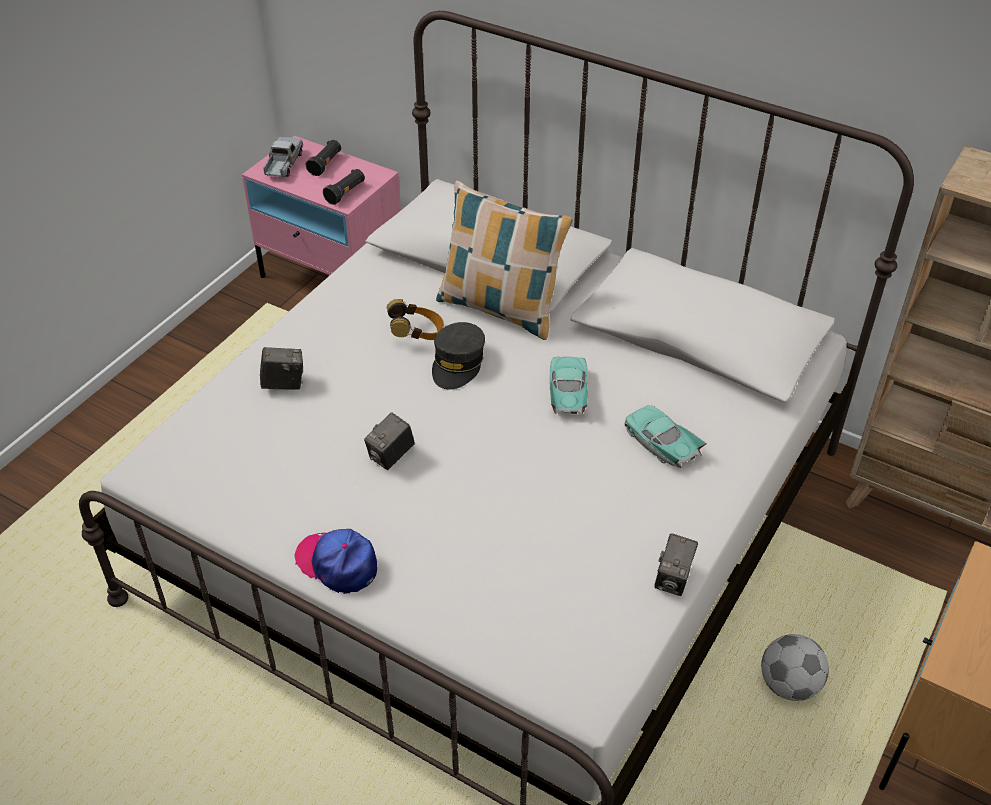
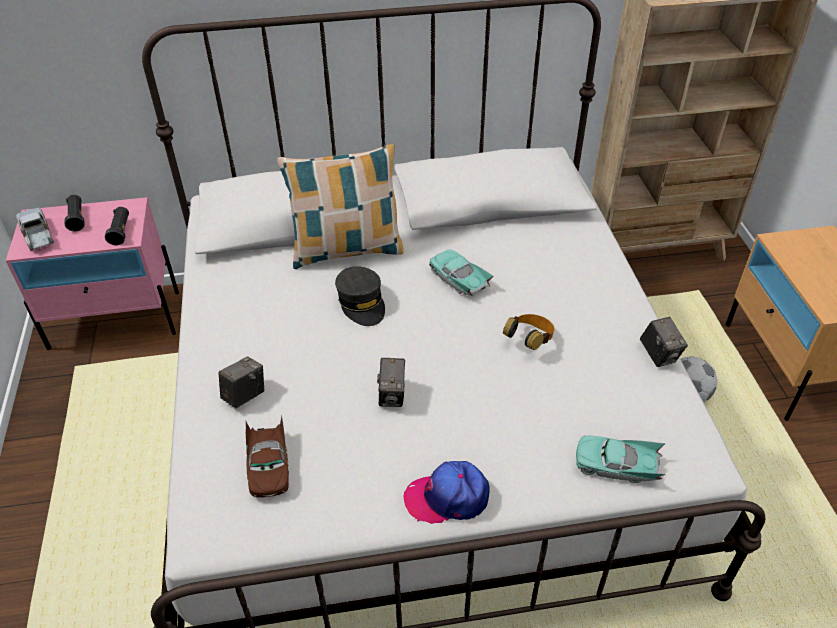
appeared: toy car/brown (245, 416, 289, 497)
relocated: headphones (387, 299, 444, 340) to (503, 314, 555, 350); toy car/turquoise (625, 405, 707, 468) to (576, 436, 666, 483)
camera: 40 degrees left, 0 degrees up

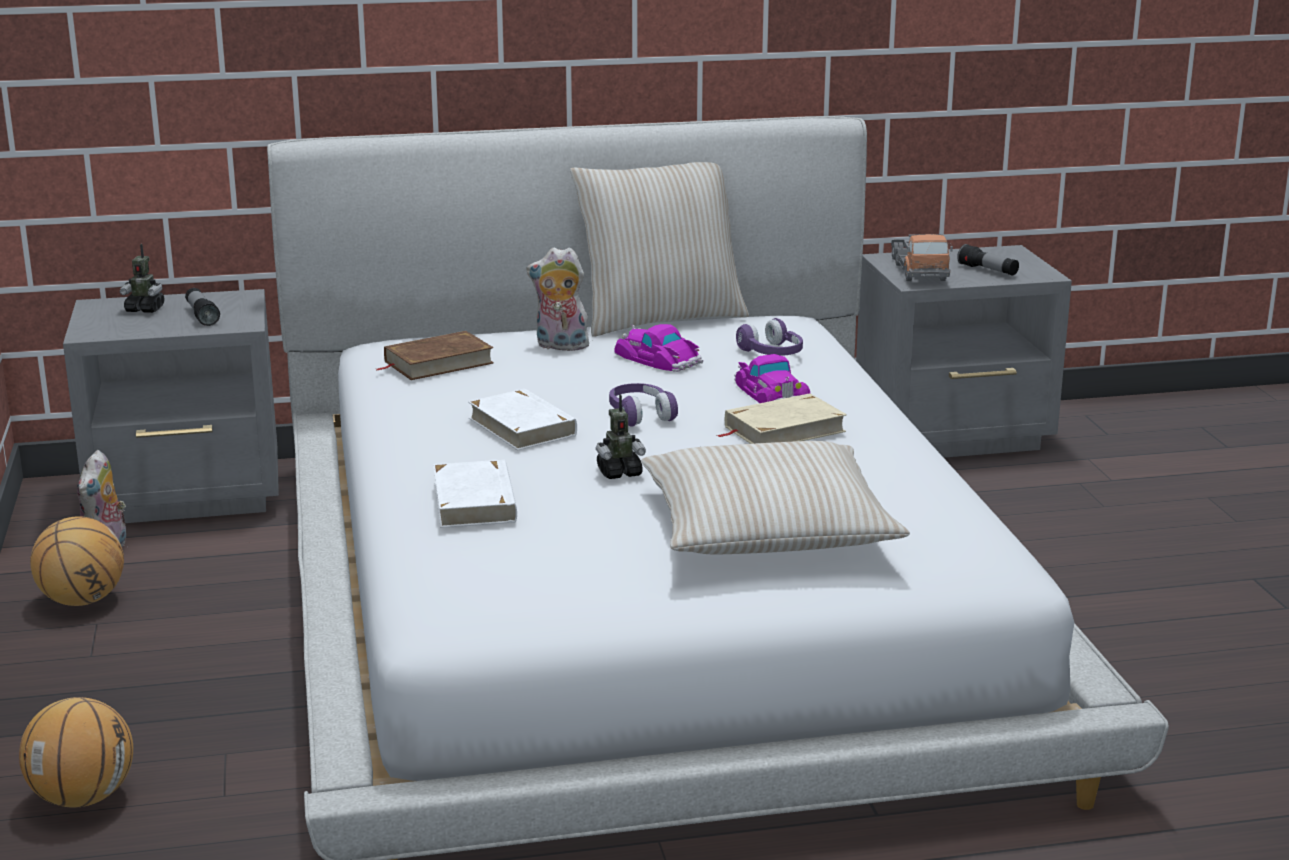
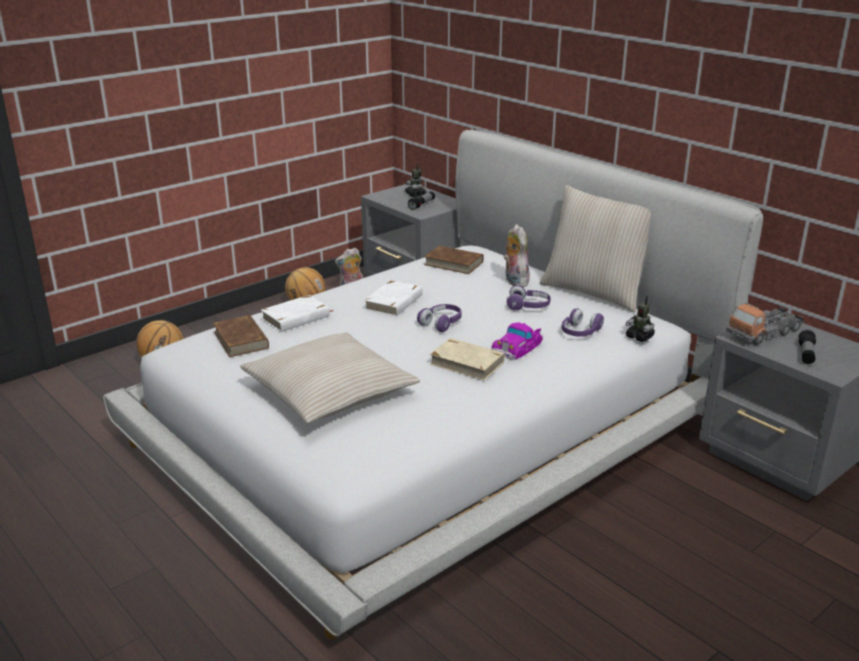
appeared: book/brown (213, 315, 269, 357)
relocated: toy robot (596, 394, 646, 479) to (626, 296, 655, 342)
exchanged: toy car (614, 324, 703, 372) to headphones/purple (507, 285, 550, 311)
camera: 60 degrees right, 5 degrees up

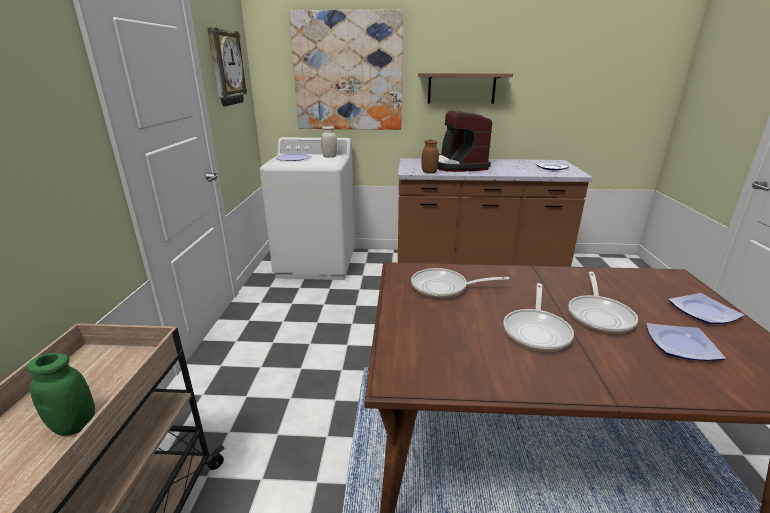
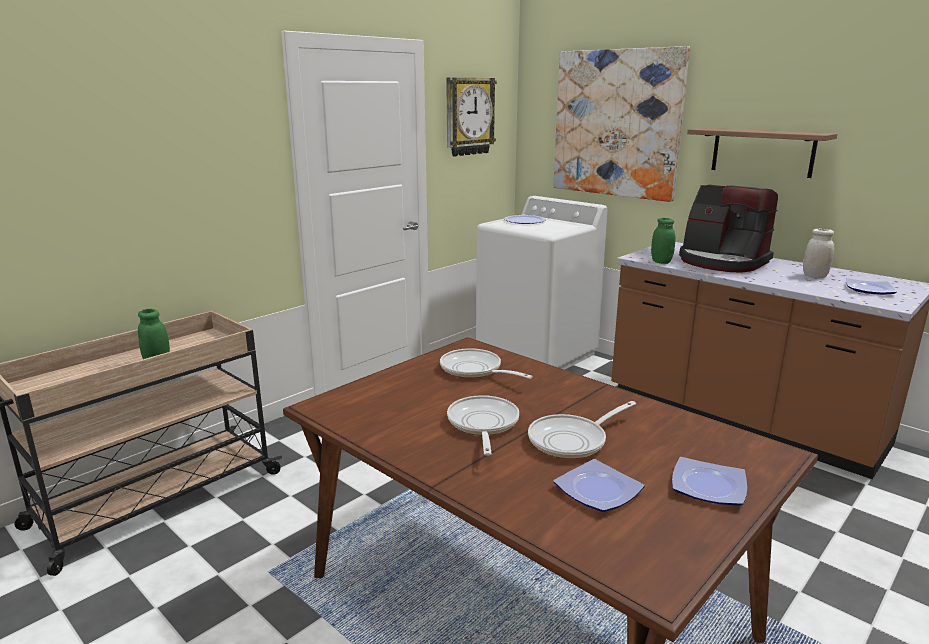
relocated: jar/white (321, 126, 337, 157) to (803, 229, 834, 278)
colour: jar/brown (422, 140, 439, 173) to jar/green (651, 218, 676, 264)
spun: coffee machine (437, 111, 492, 172) = (679, 185, 778, 273) 75 degrees counterclockwise; frying pan (503, 283, 574, 352) = (447, 395, 519, 456) 120 degrees clockwise
camera: 40 degrees right, 5 degrees down

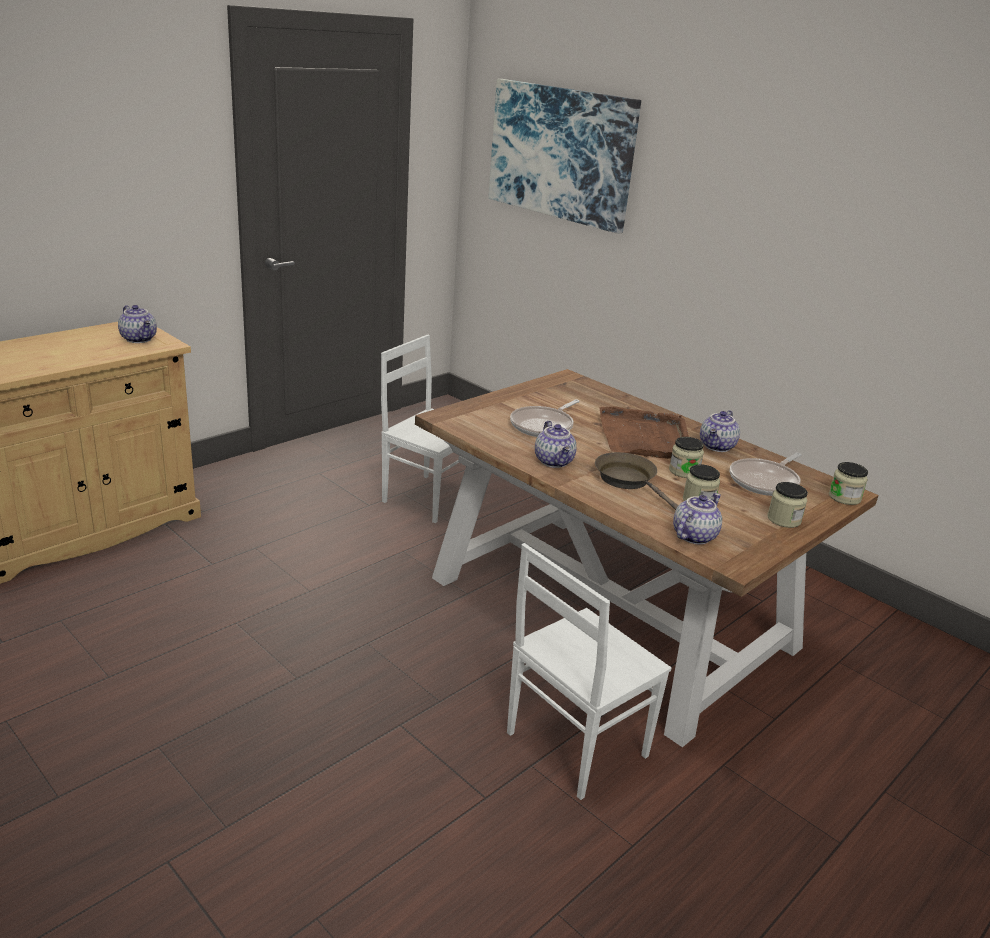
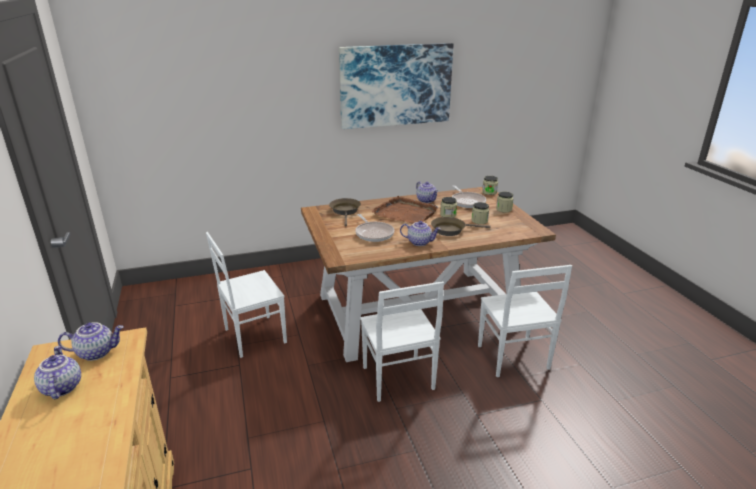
appeared: frying pan/brown (329, 198, 361, 226); chair/white (360, 281, 444, 402)
relocated: picture (488, 79, 641, 234) to (339, 43, 454, 129); teapot (673, 493, 722, 545) to (34, 346, 81, 399)
camera: 60 degrees left, 0 degrees up

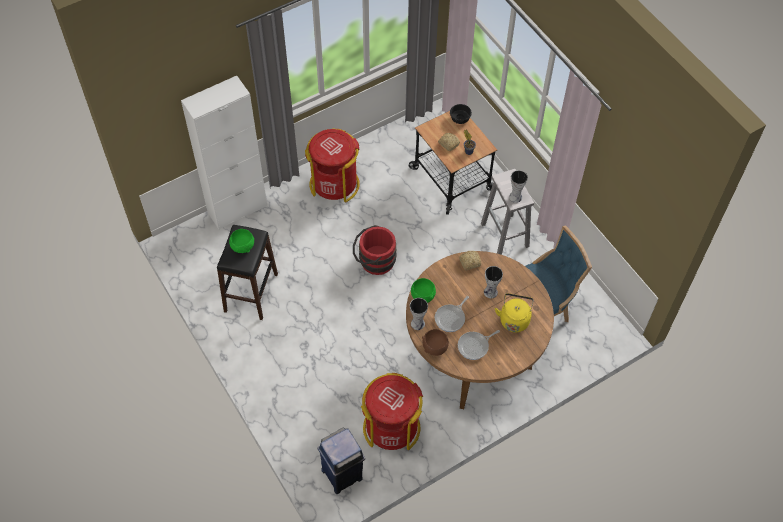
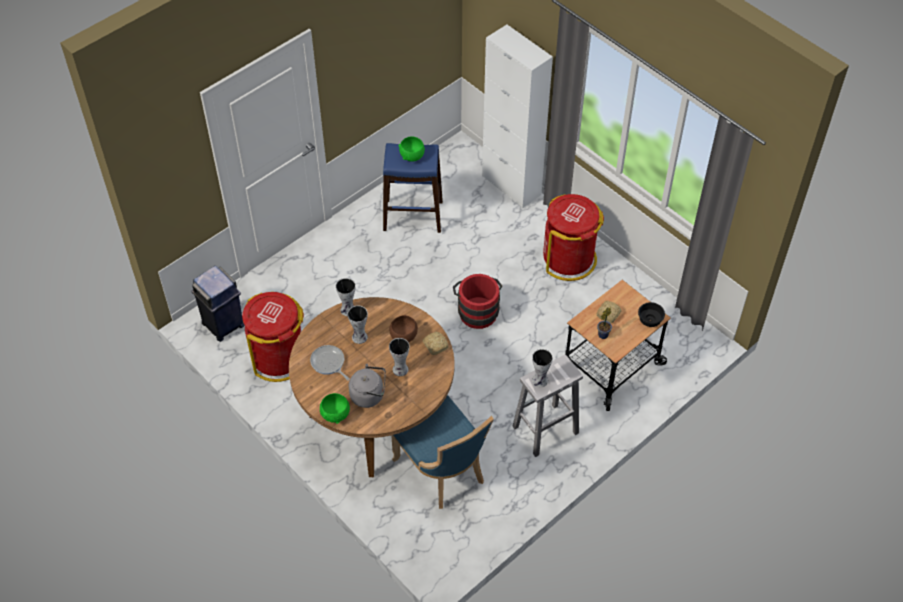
relocated: bowl/green (411, 278, 436, 303) to (320, 393, 350, 424); bowl/brown (422, 329, 449, 356) to (389, 315, 418, 342)
exchanged: frying pan (435, 296, 469, 332) to vase (347, 305, 368, 344)
colour: stool/black (217, 225, 278, 320) to stool/blue (383, 143, 443, 233); kettle/yellow (495, 293, 534, 332) to kettle/grey (349, 364, 386, 408)
camera: 80 degrees right, 5 degrees down

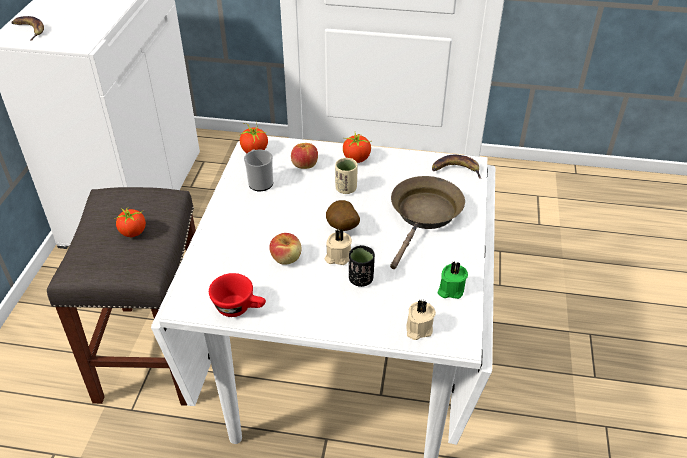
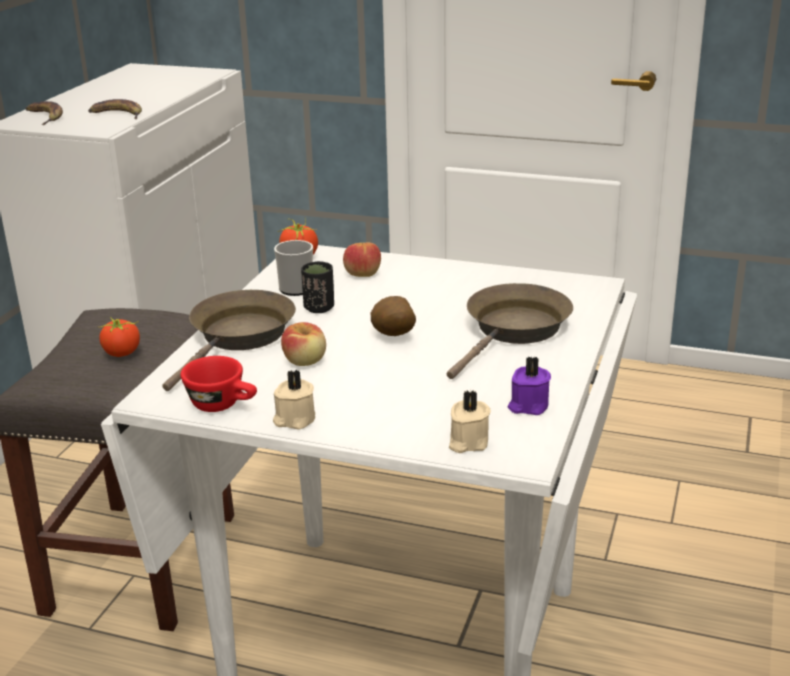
missing: cup/beige (335, 158, 357, 194); tomato (343, 133, 371, 163)
appeared: frying pan/brown (162, 290, 296, 391)
relocated: candle/beige (325, 228, 352, 265) to (273, 370, 315, 430); cup/black (349, 245, 375, 287) to (301, 261, 334, 313); banana (432, 155, 482, 179) to (88, 99, 142, 119)
colour: candle/green (437, 261, 468, 299) to candle/purple (508, 357, 551, 415)
camera: 10 degrees right, 15 degrees down

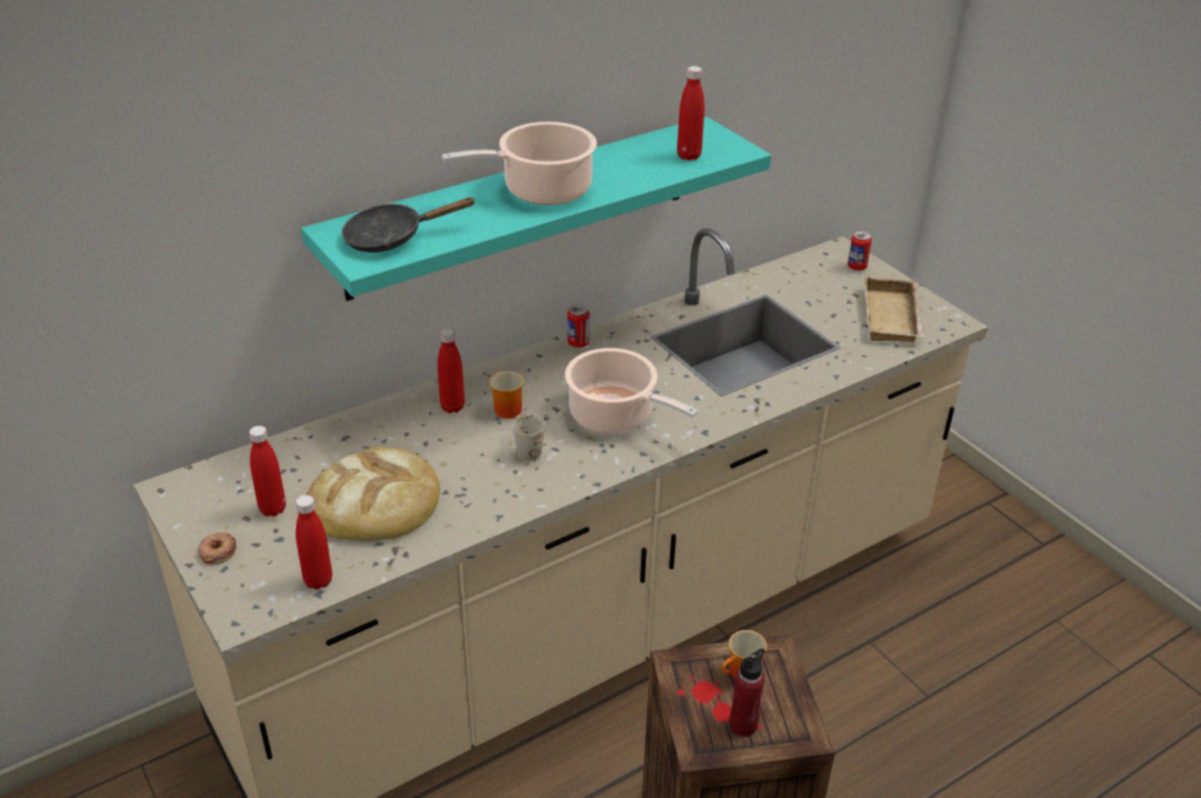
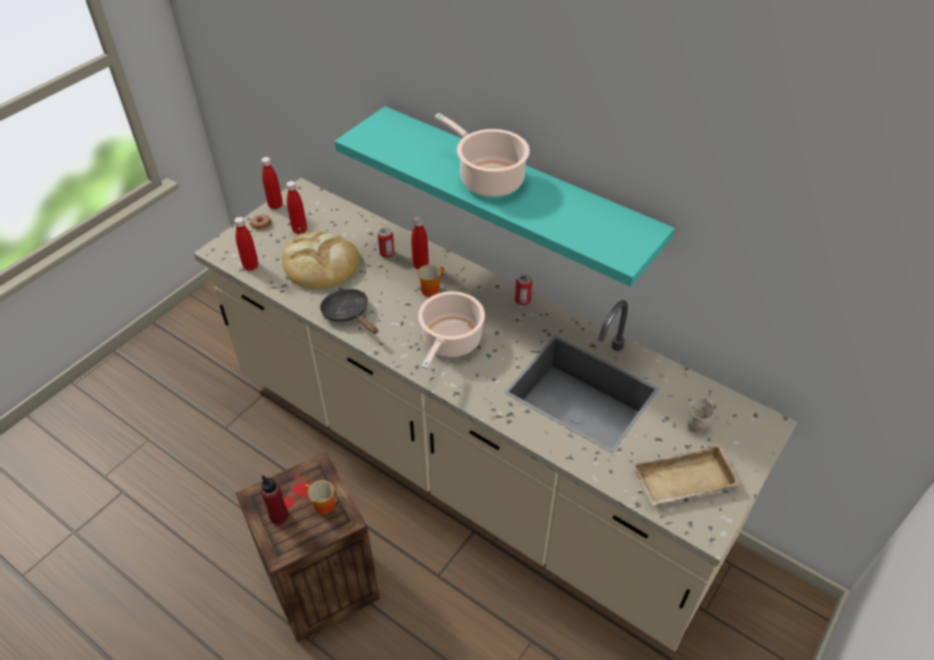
relocated: frying pan/black (341, 197, 476, 253) to (320, 289, 378, 334); mug/white (513, 414, 545, 461) to (687, 399, 714, 433); bottle/red (677, 66, 704, 161) to (261, 157, 283, 209); can (848, 231, 872, 271) to (378, 228, 395, 257)
camera: 70 degrees right, 10 degrees up

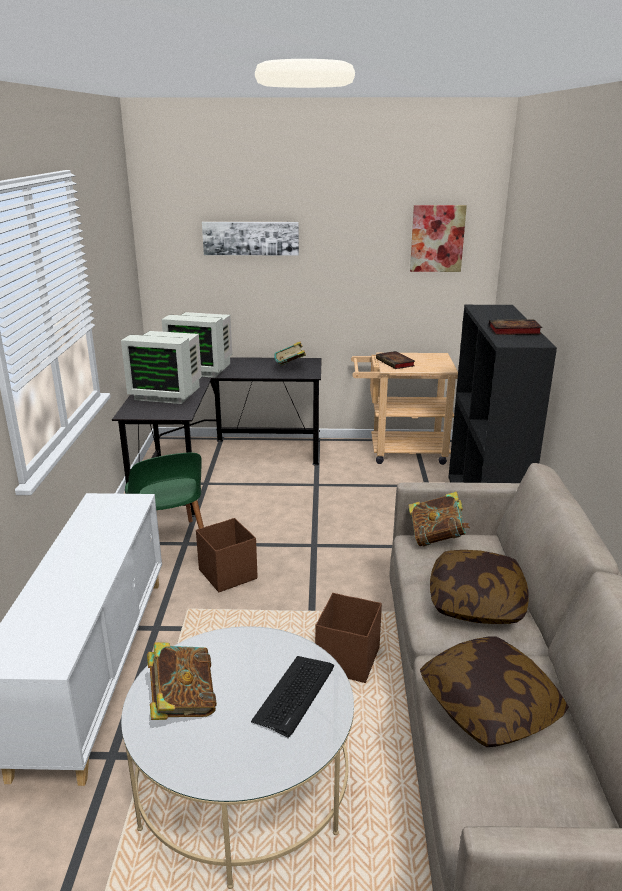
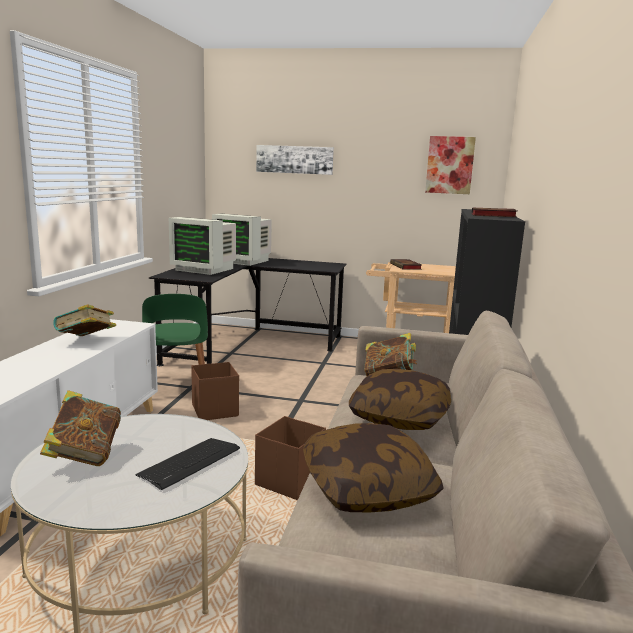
relocated: book (274, 342, 306, 365) to (53, 304, 116, 336)
camera: 10 degrees right, 10 degrees down

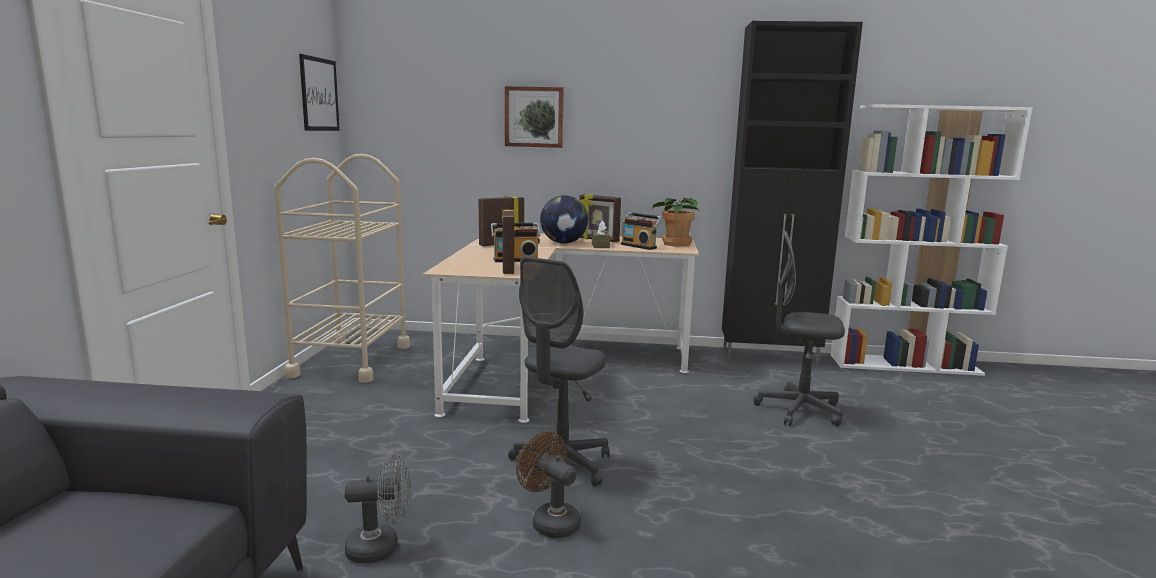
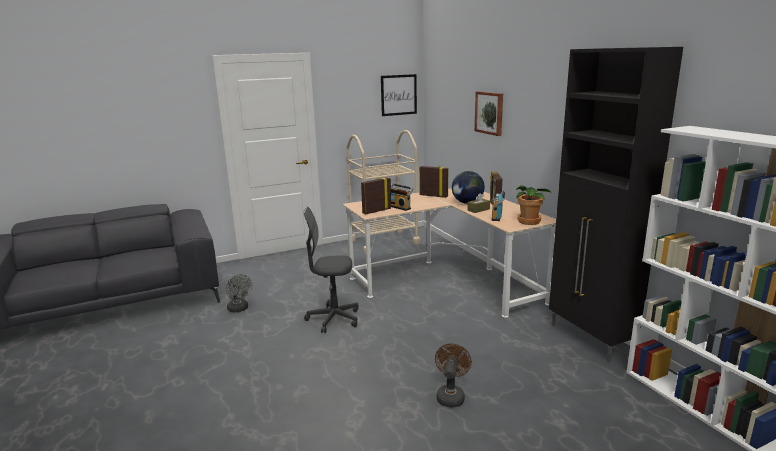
missing: office chair/grey (753, 230, 845, 426)
relocated: fan/brown (516, 431, 581, 538) to (435, 343, 472, 408)
camera: 60 degrees right, 5 degrees up

